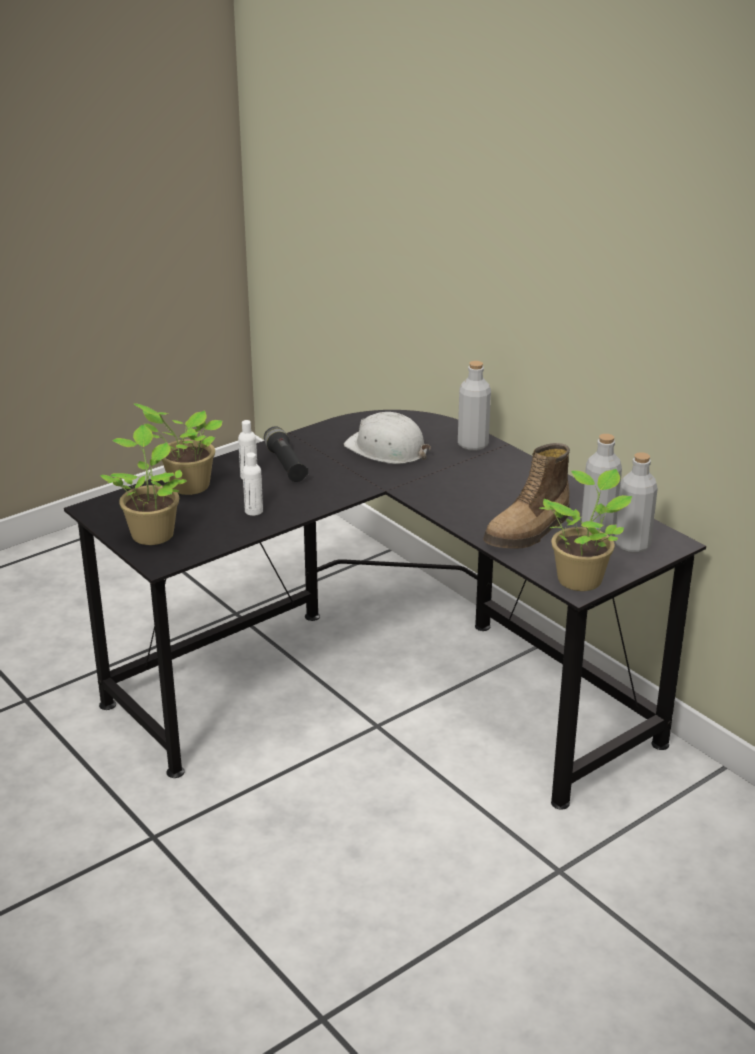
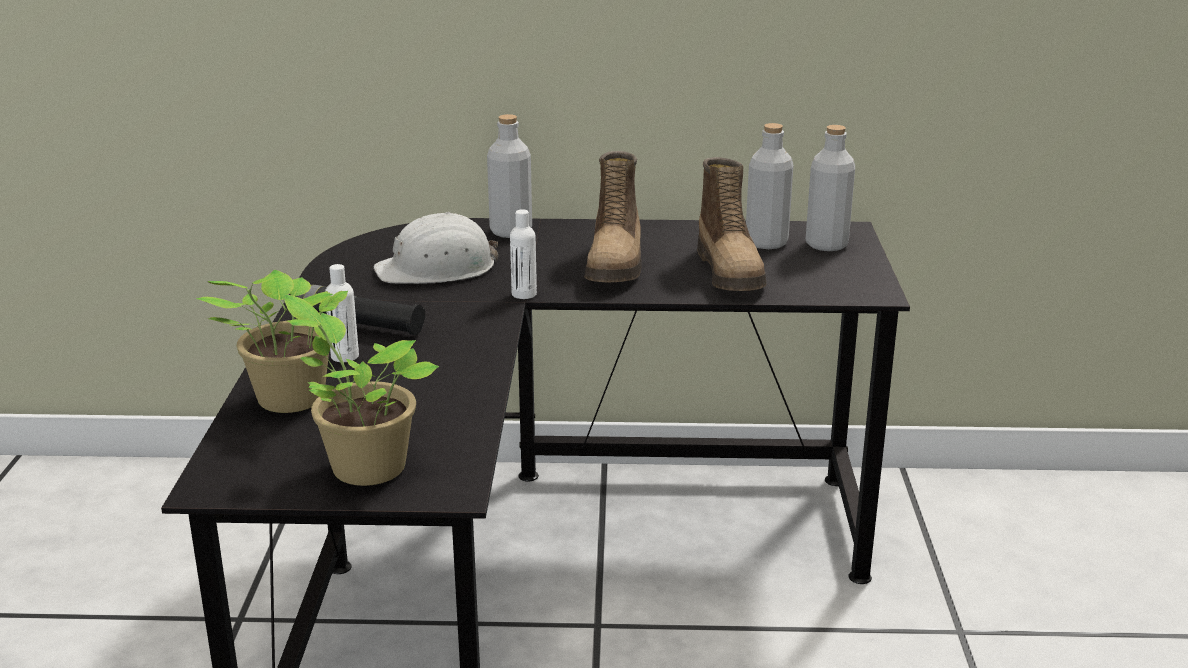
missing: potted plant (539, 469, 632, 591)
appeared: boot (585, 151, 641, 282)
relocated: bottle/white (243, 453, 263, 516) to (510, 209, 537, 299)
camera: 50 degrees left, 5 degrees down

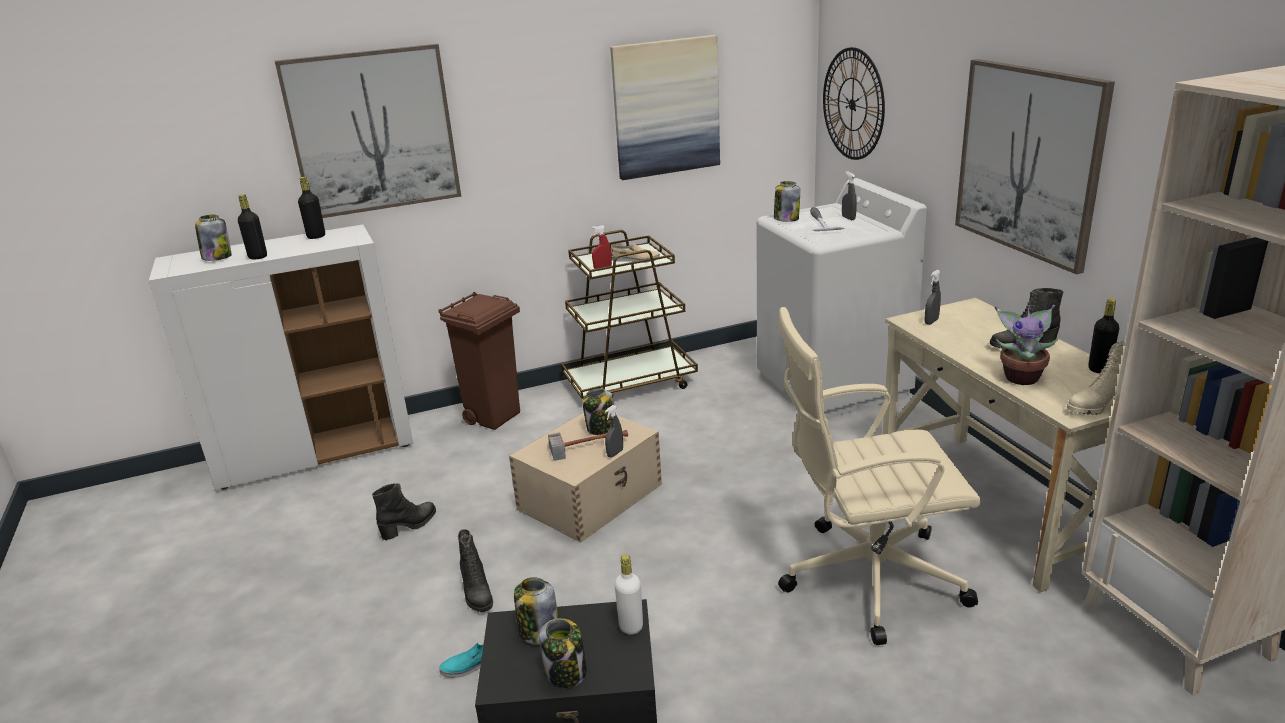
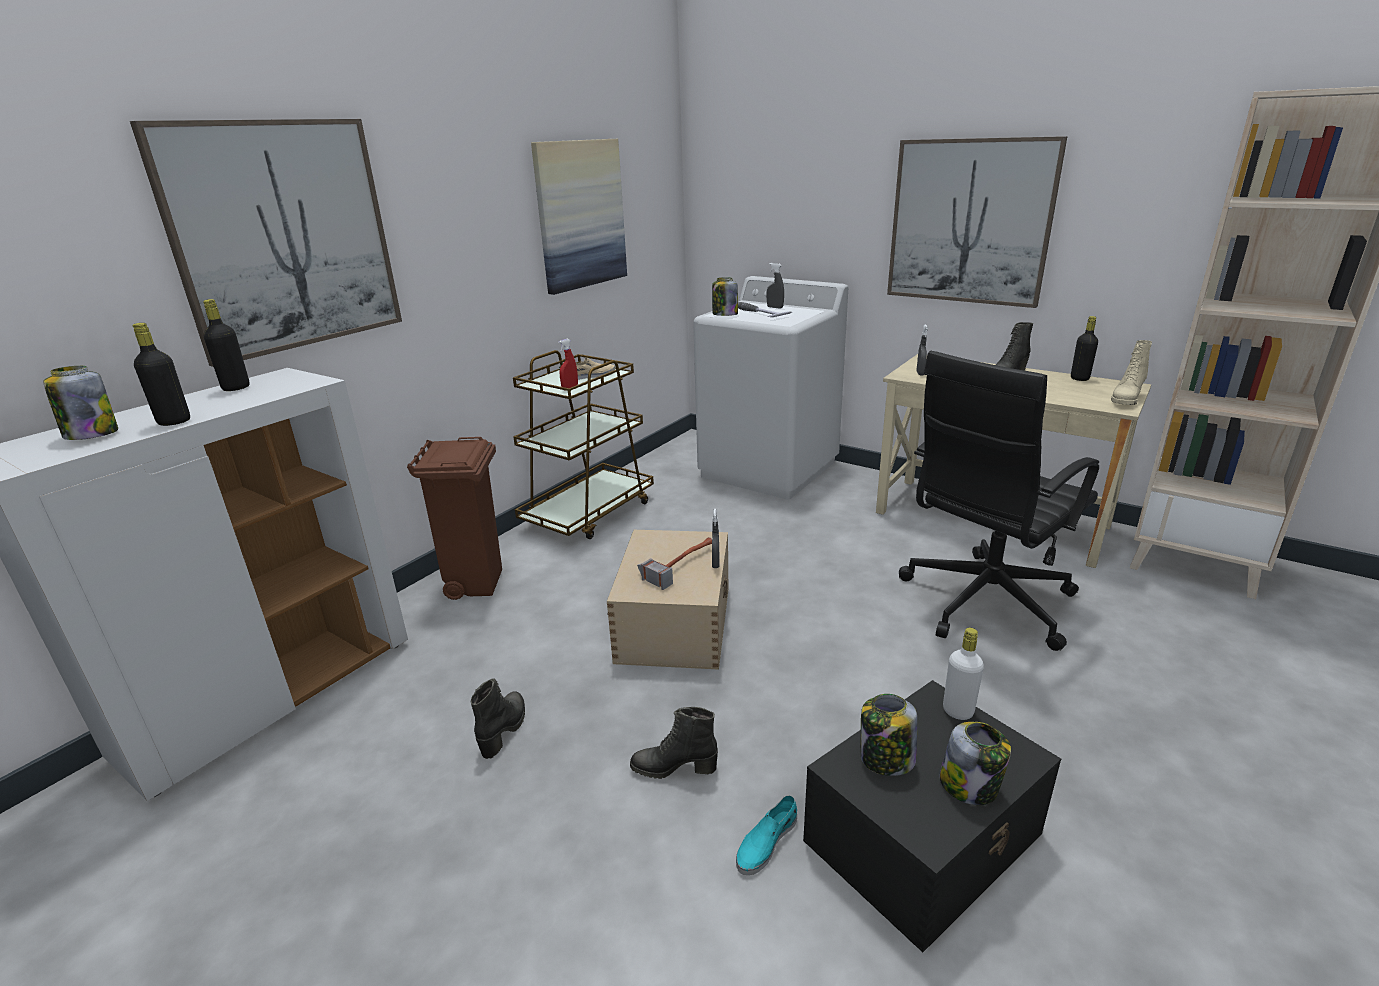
missing: jar (582, 388, 616, 435); wall clock (823, 47, 885, 160); potted plant (995, 305, 1058, 385)
colour: office chair/beige (777, 307, 981, 645) to office chair/black (899, 351, 1099, 651)
spun: boot/black (458, 529, 493, 612) = (630, 707, 718, 779) 150 degrees clockwise
camera: 35 degrees left, 0 degrees up

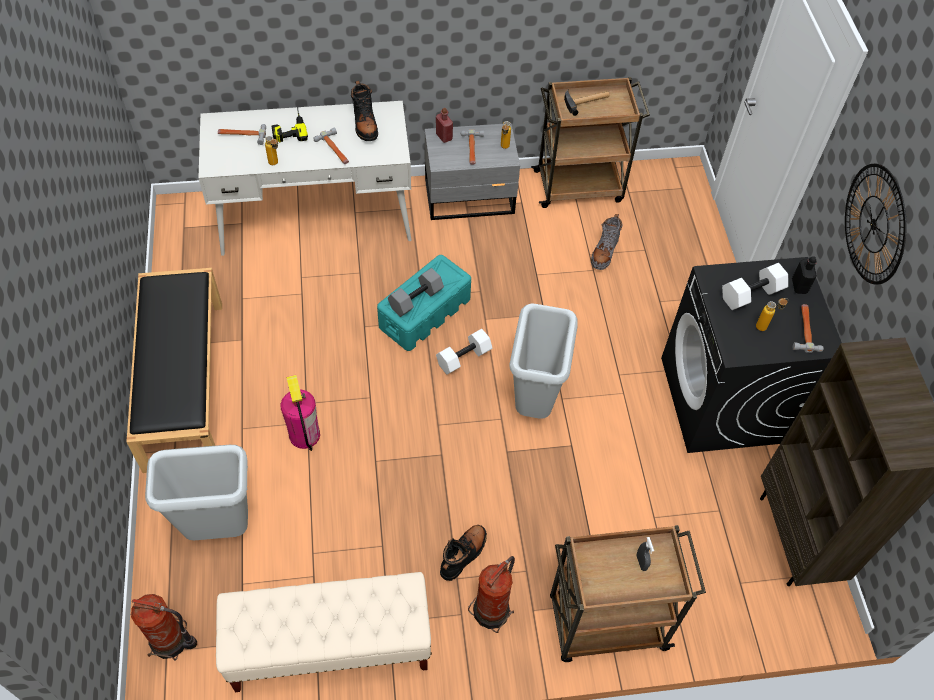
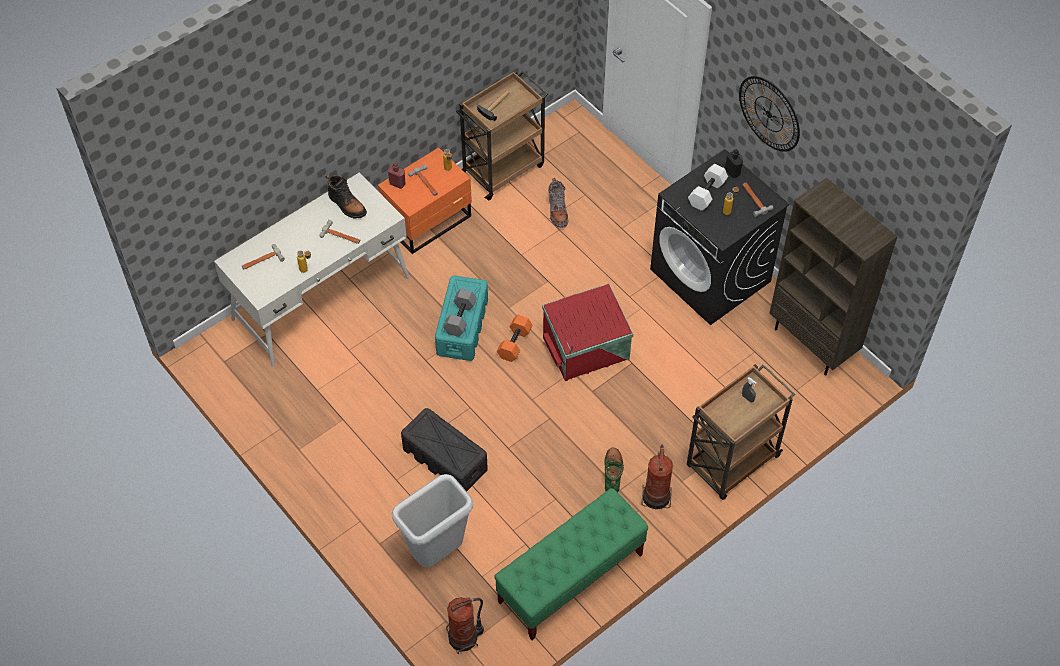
missing: bench/black (126, 268, 222, 473); power drill (272, 107, 308, 142)
exchanged: fire extinguisher (280, 375, 320, 451) to storage box/black (401, 408, 488, 492); trash can/grey (510, 303, 578, 419) to storage box/red (542, 283, 633, 381)
colour: bench/beige (216, 572, 432, 692) to bench/green (494, 488, 648, 640); nightstand/grey (425, 123, 520, 220) to nightstand/orange (378, 147, 472, 254); dumbbell/white (436, 329, 492, 375) to dumbbell/orange (497, 315, 533, 362); boot/black (440, 525, 487, 581) to boot/green (604, 448, 624, 492)
camera: 30 degrees left, 0 degrees up

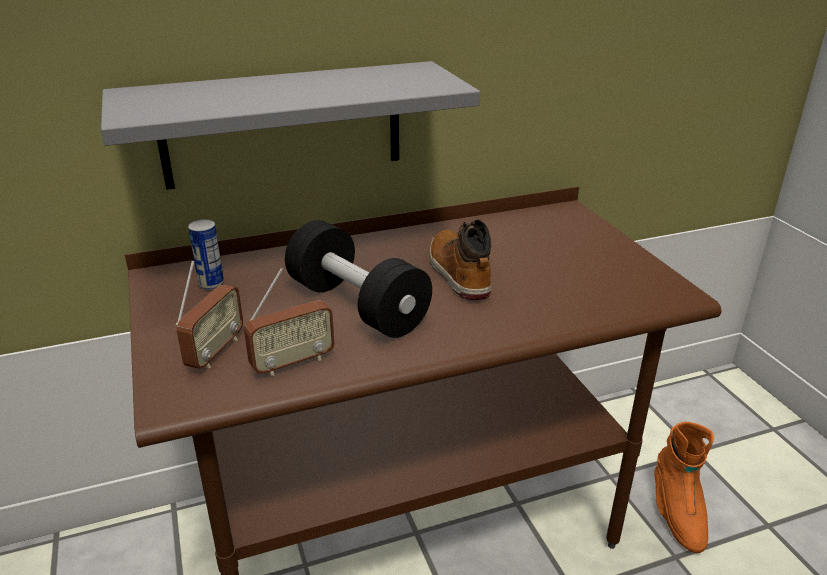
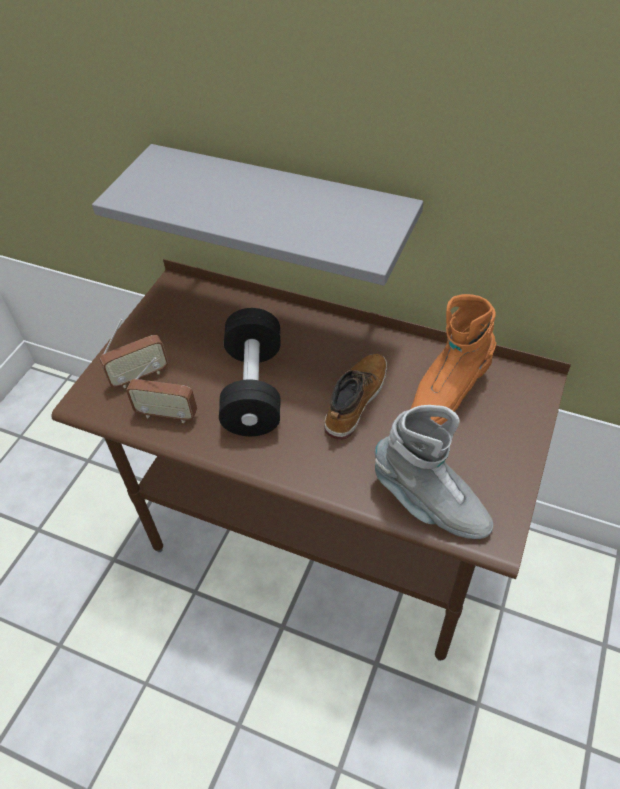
missing: can (188, 219, 224, 290)
appeared: boot/grey (375, 405, 493, 539)
relocated: boot/orange (654, 422, 714, 553) to (411, 294, 496, 425)
camera: 45 degrees right, 20 degrees up

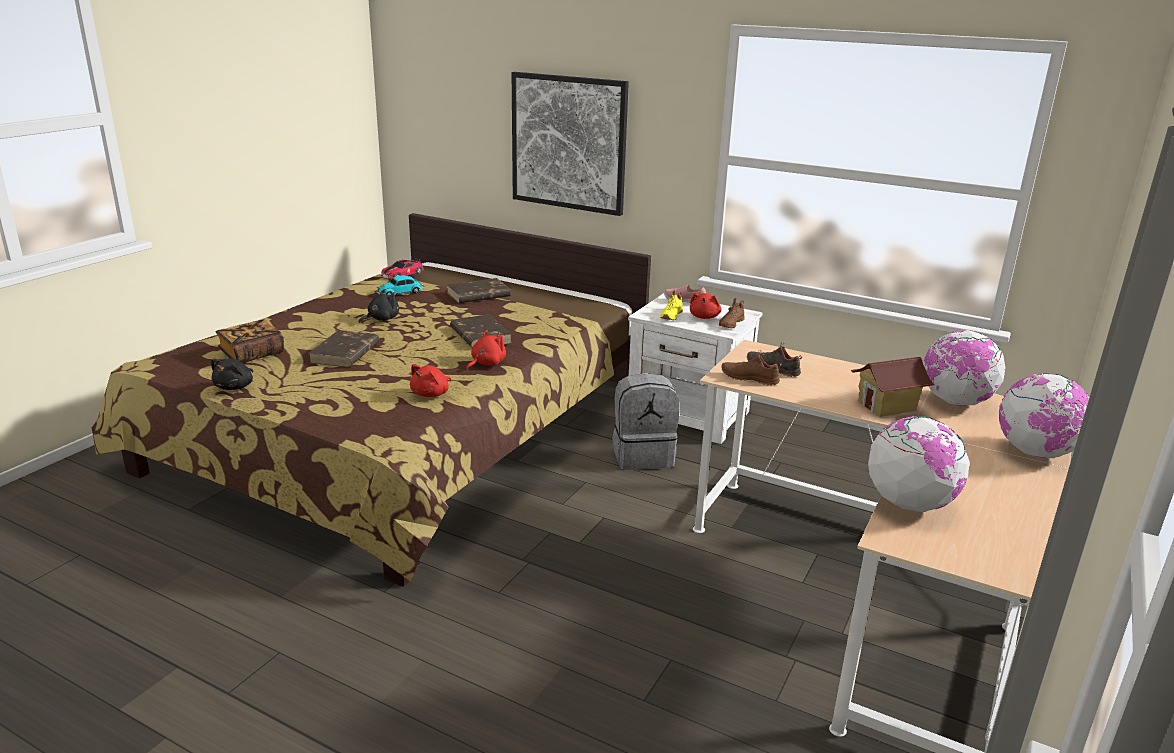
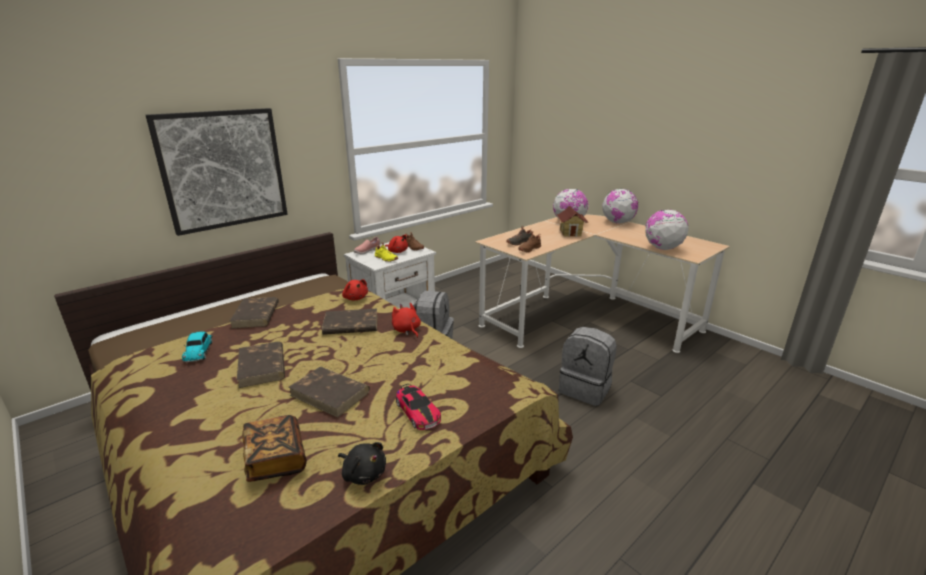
appeared: backpack/grey (559, 327, 617, 406)
relocated: toy car (381, 259, 423, 279) to (396, 384, 441, 430); plush toy/red (410, 364, 451, 397) to (342, 279, 368, 300)
exchanged: plush toy/black (359, 289, 399, 323) to book/brown (237, 342, 285, 388)
camera: 70 degrees left, 0 degrees up

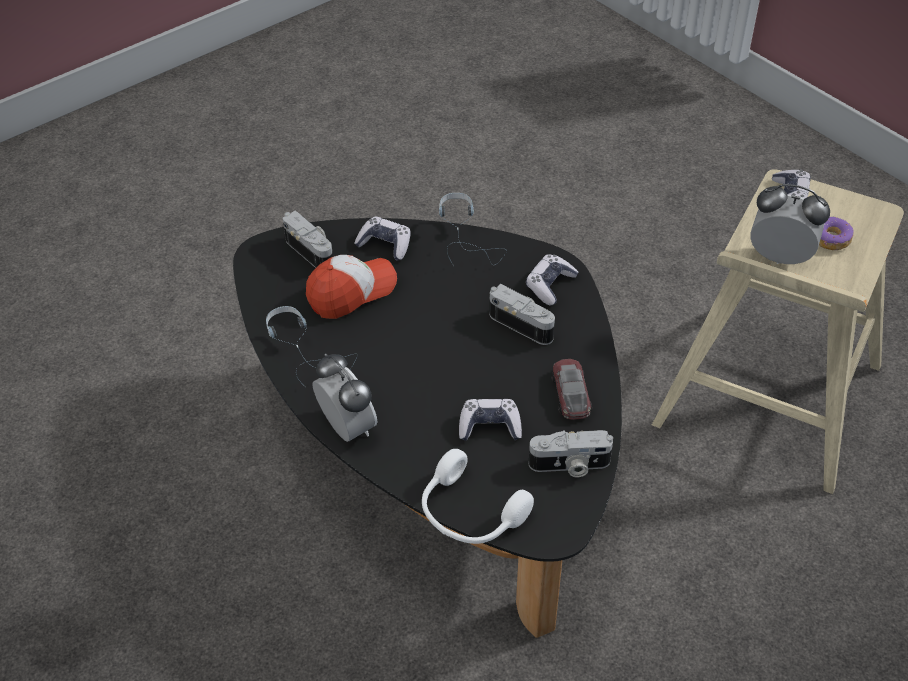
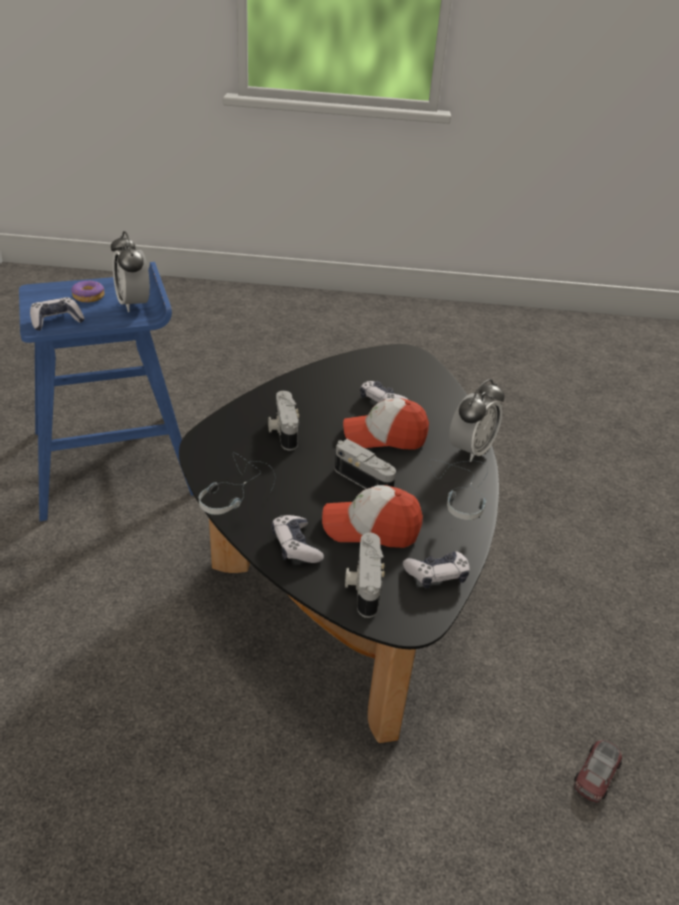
missing: headphones/white (422, 449, 534, 544)
appeared: cap (343, 398, 429, 450)
relocated: game controller (526, 254, 578, 306) to (403, 551, 470, 589); photo camera (529, 430, 613, 477) to (335, 439, 396, 489); toy car (552, 359, 592, 420) to (574, 740, 622, 803)
colour: stool/beige (652, 169, 904, 494) to stool/blue (19, 262, 193, 521)
spun: alarm clock (312, 353, 377, 442) = (449, 379, 505, 462) 150 degrees counterclockwise
camera: 140 degrees left, 10 degrees down

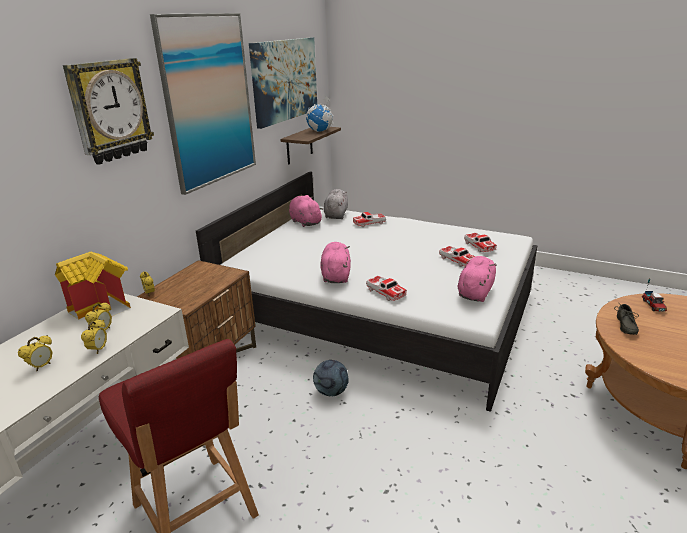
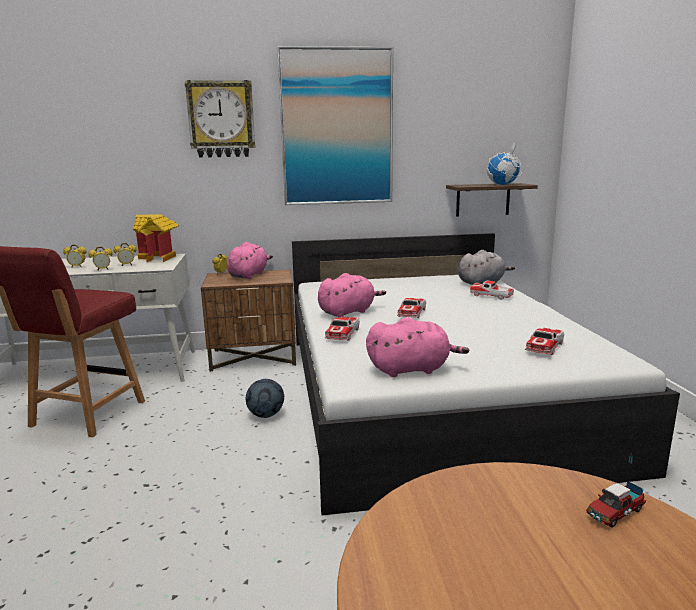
missing: picture (249, 37, 317, 129); shoe/grey (614, 303, 639, 335)
relocated: plush toy/pink (289, 195, 323, 227) to (227, 242, 273, 279); toy car (439, 246, 475, 267) to (397, 298, 426, 318)
camera: 55 degrees right, 10 degrees down

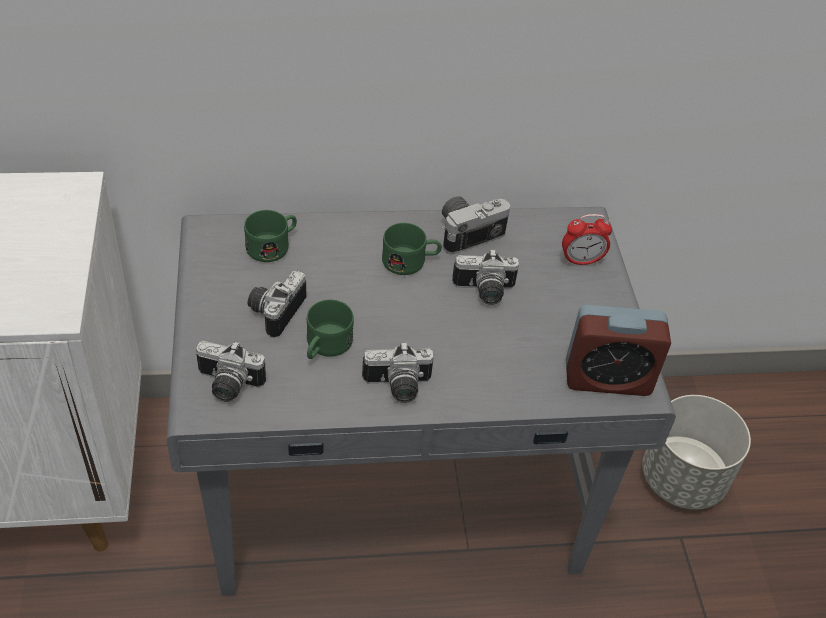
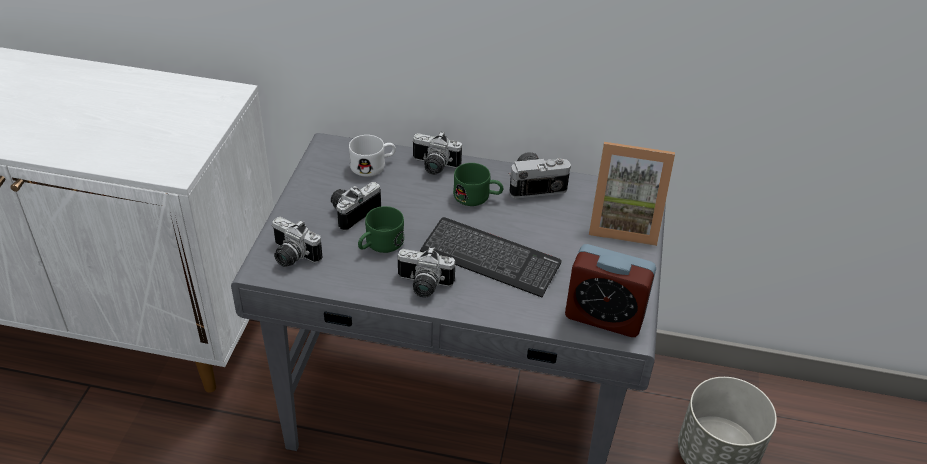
appeared: keyboard (420, 217, 562, 297)
relocated: photo camera (452, 249, 519, 305) to (413, 131, 462, 175)
exchanged: alarm clock (562, 214, 612, 265) to picture frame (589, 142, 675, 246)
colour: mug/green (244, 210, 297, 262) to mug/white (349, 135, 396, 177)
camera: 20 degrees right, 5 degrees down

